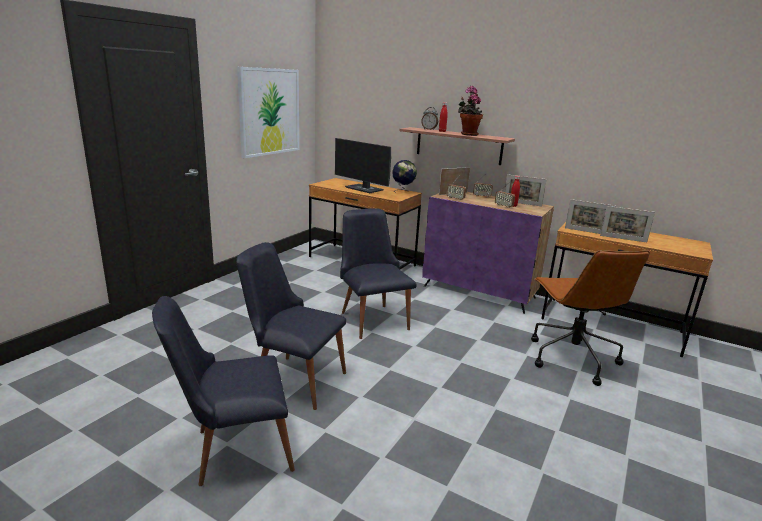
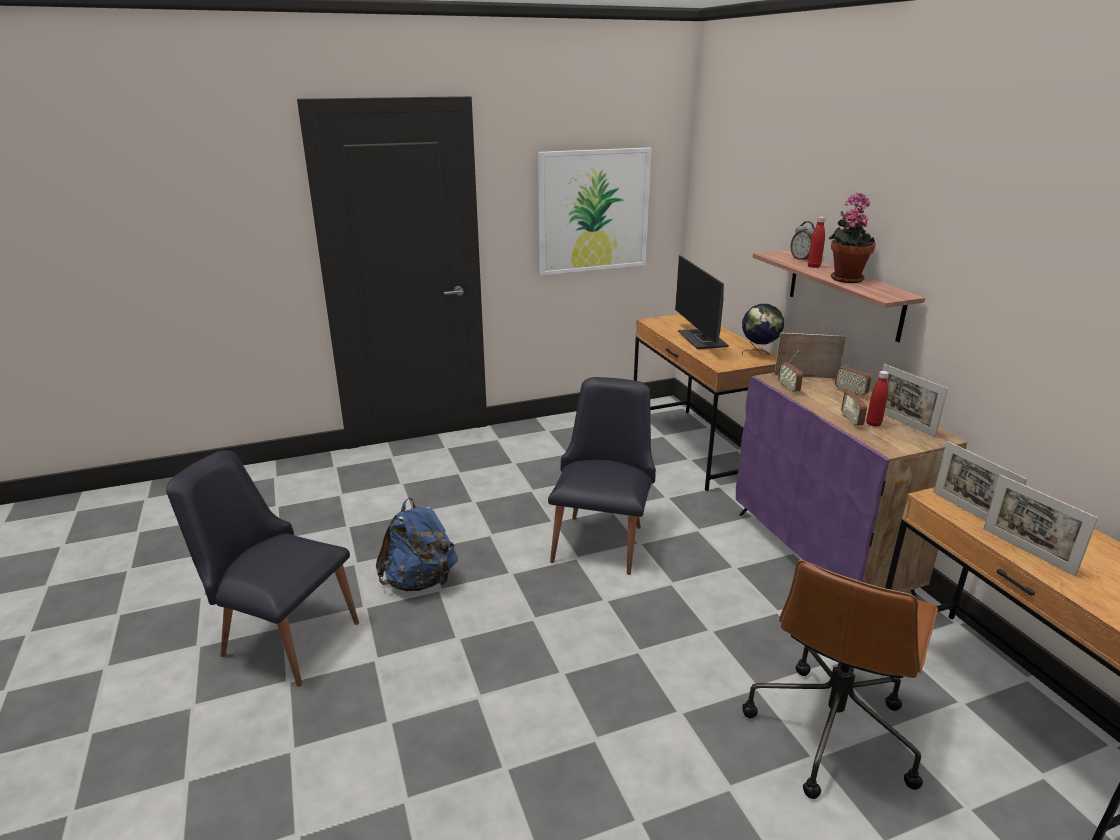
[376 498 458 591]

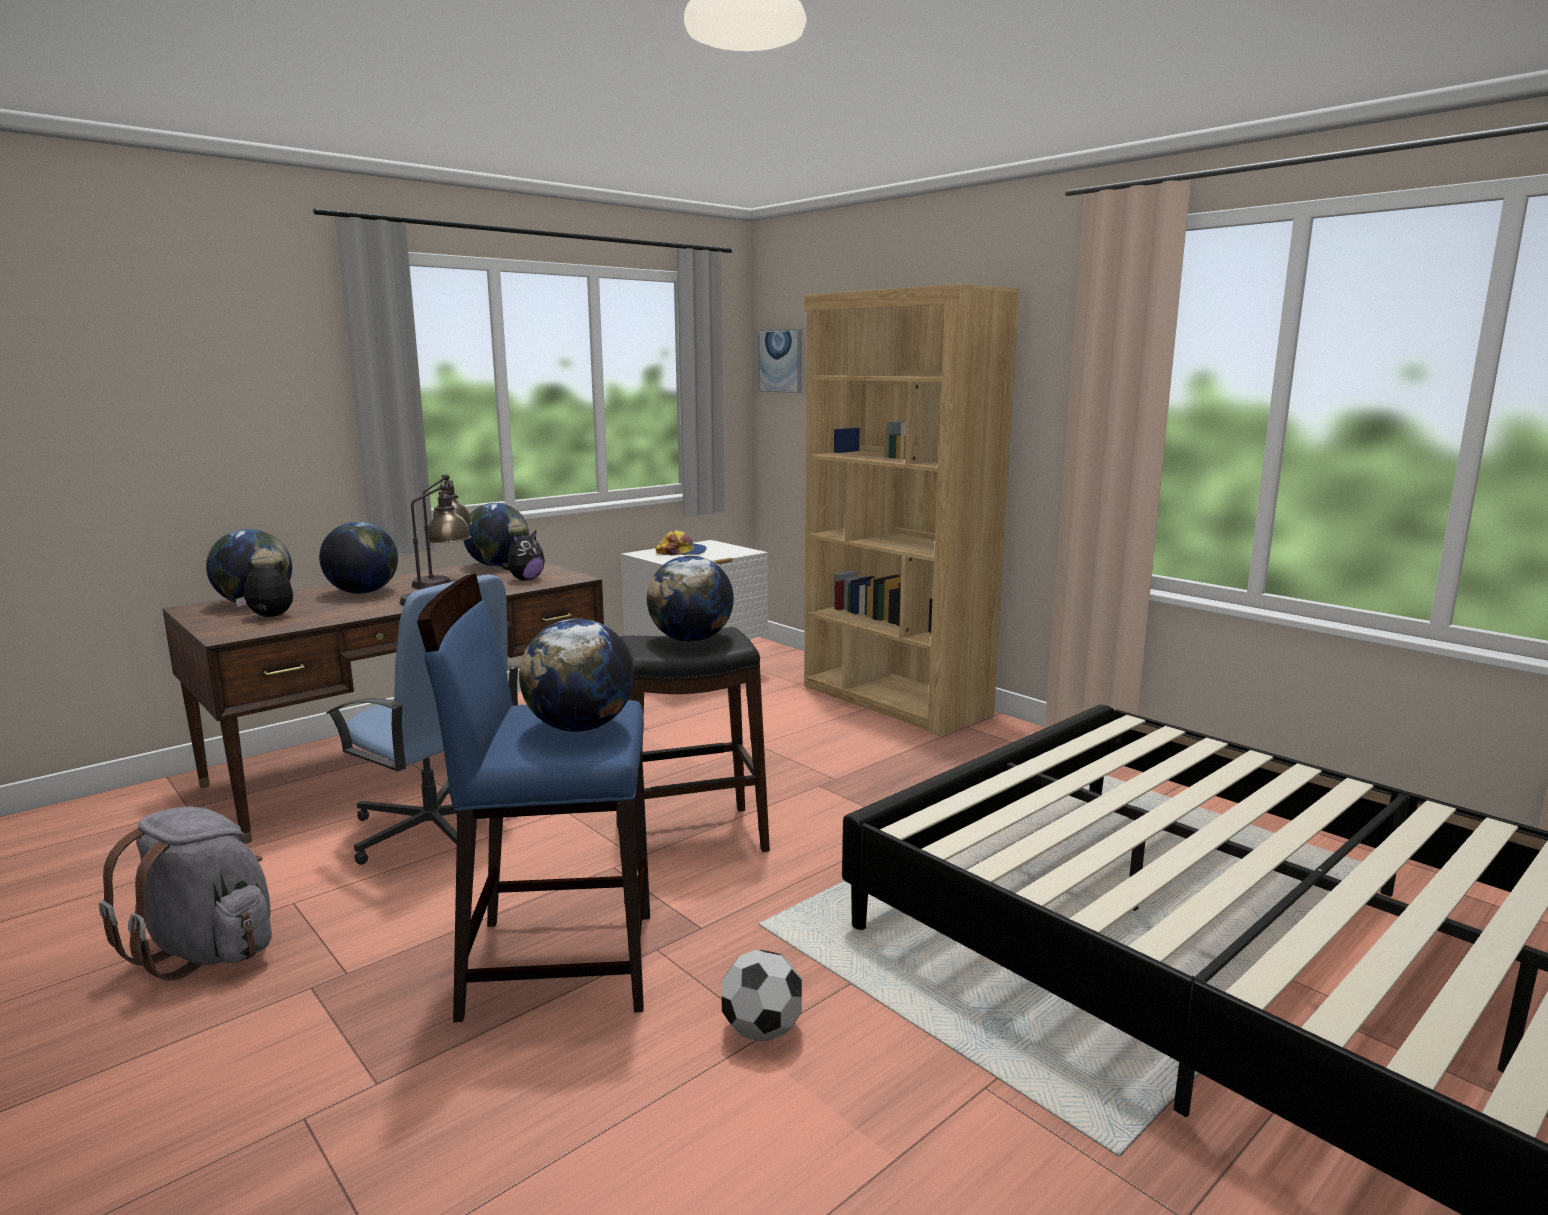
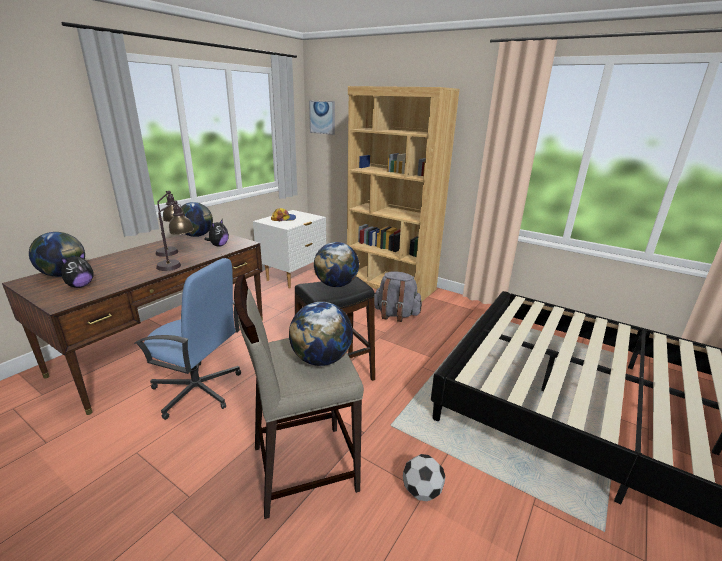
[319 522 398 594] (first image)
[61 252 93 288]
[234 274 364 519]
[374 272 422 322]

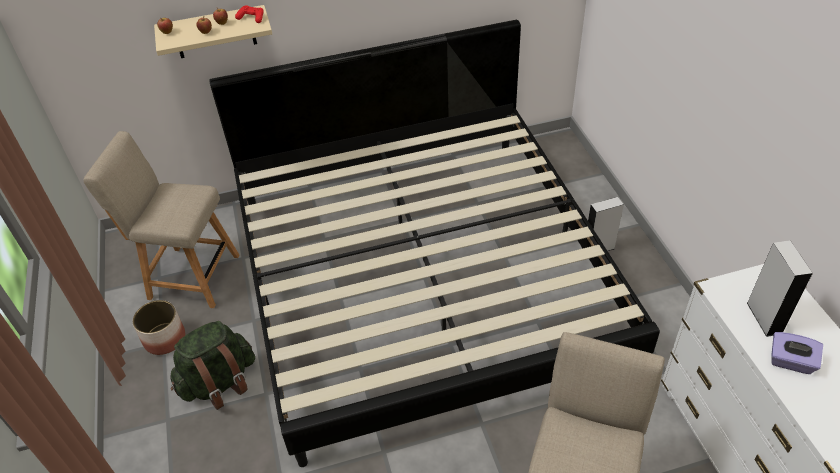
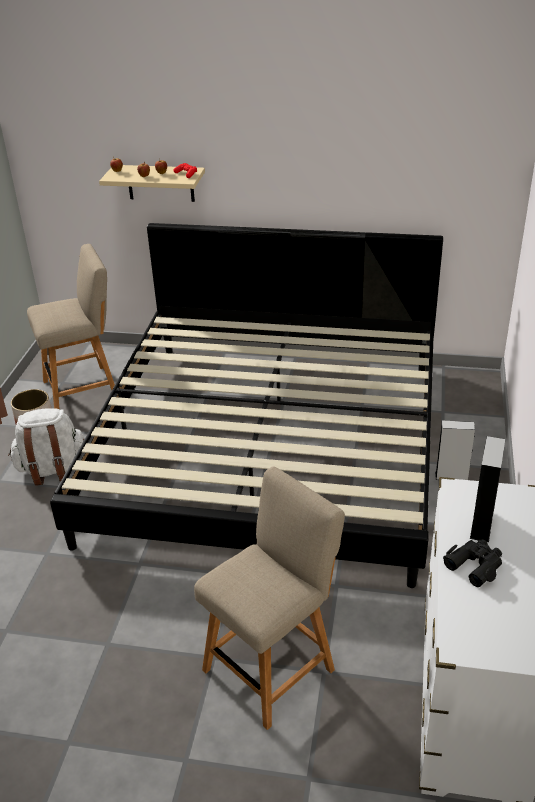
[27 244 115 410]
[8 408 85 486]
[443 539 502 587]

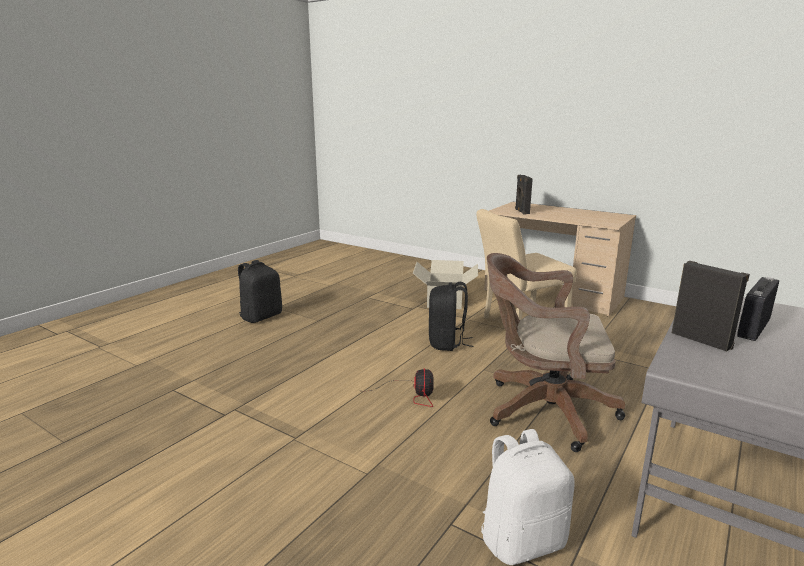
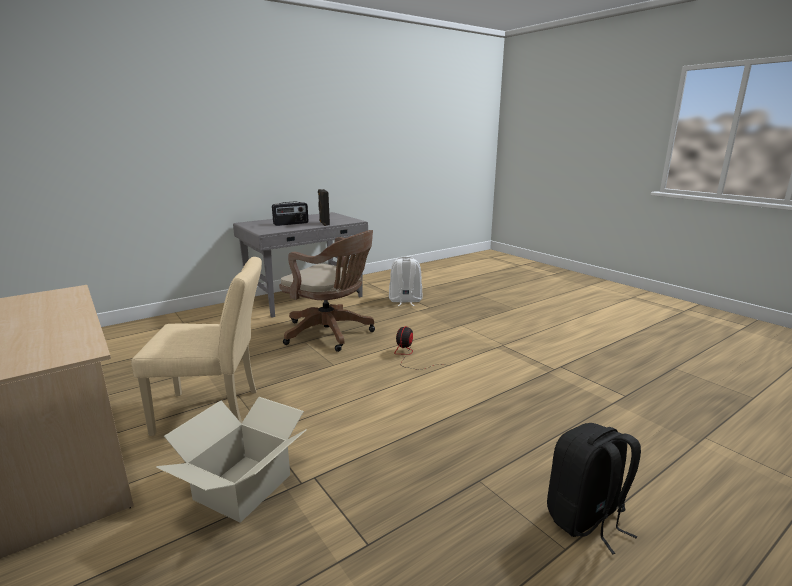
[515 175 533 215] (first image)
[429 282 473 351] (first image)

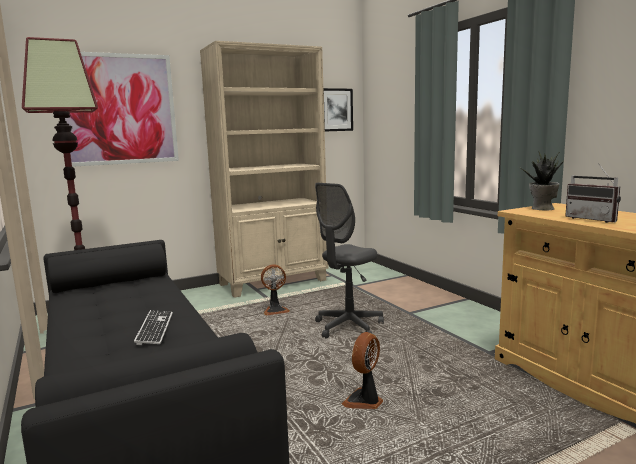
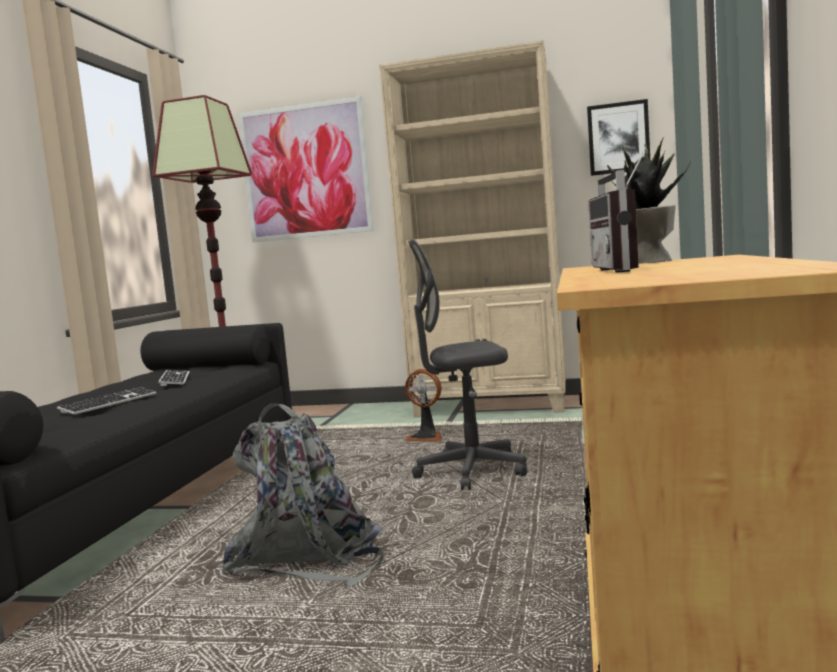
[221 403 384 587]
[158 370 189 386]

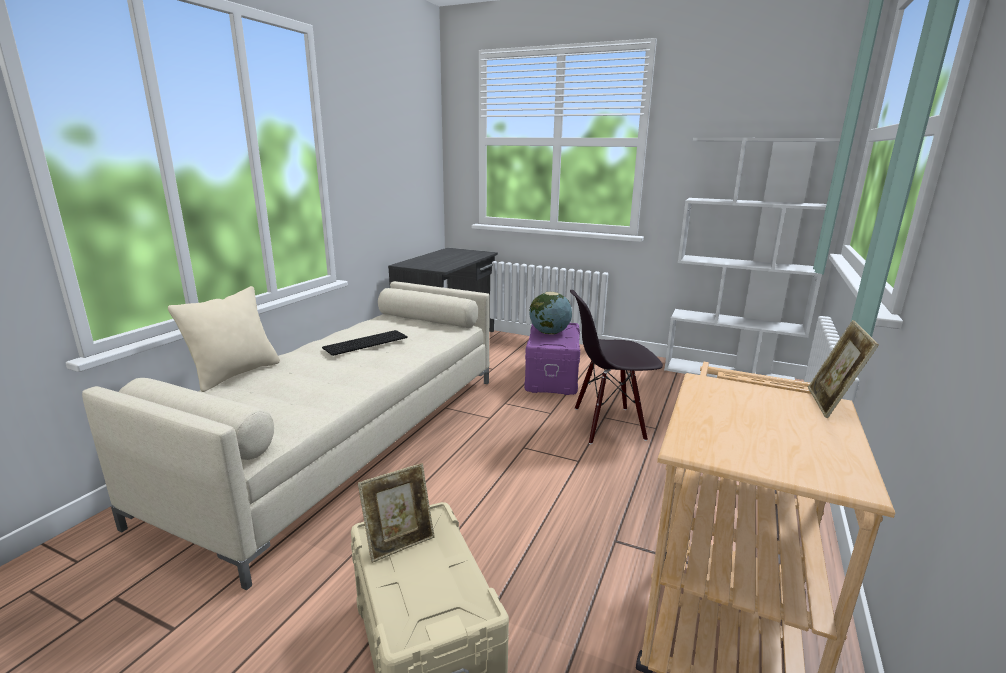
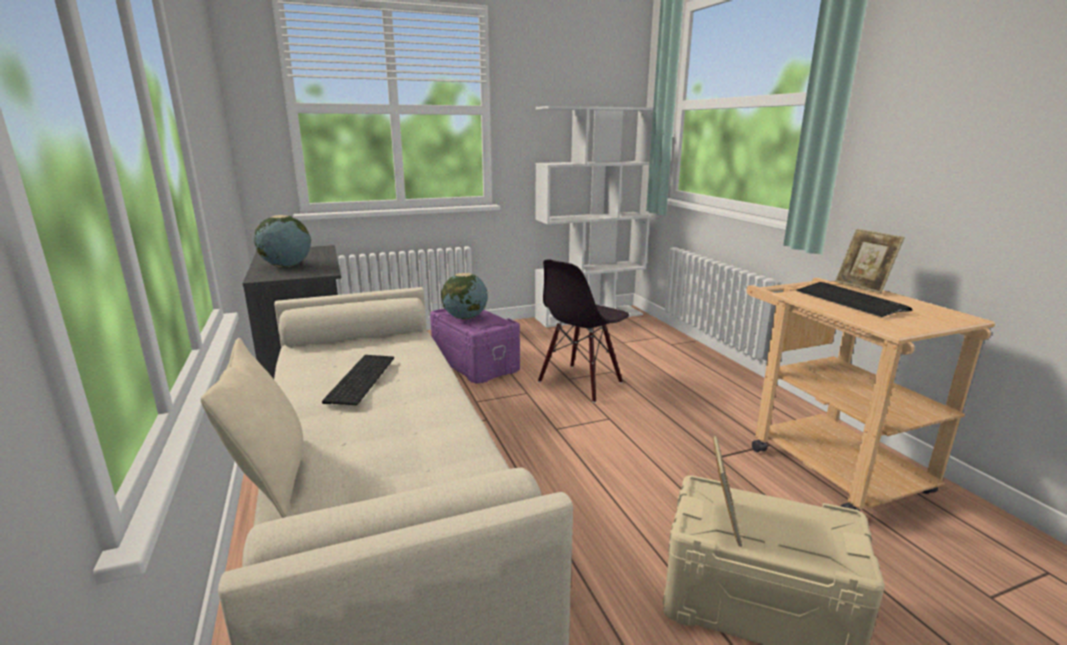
[254 215 311 267]
[796 282 912 317]

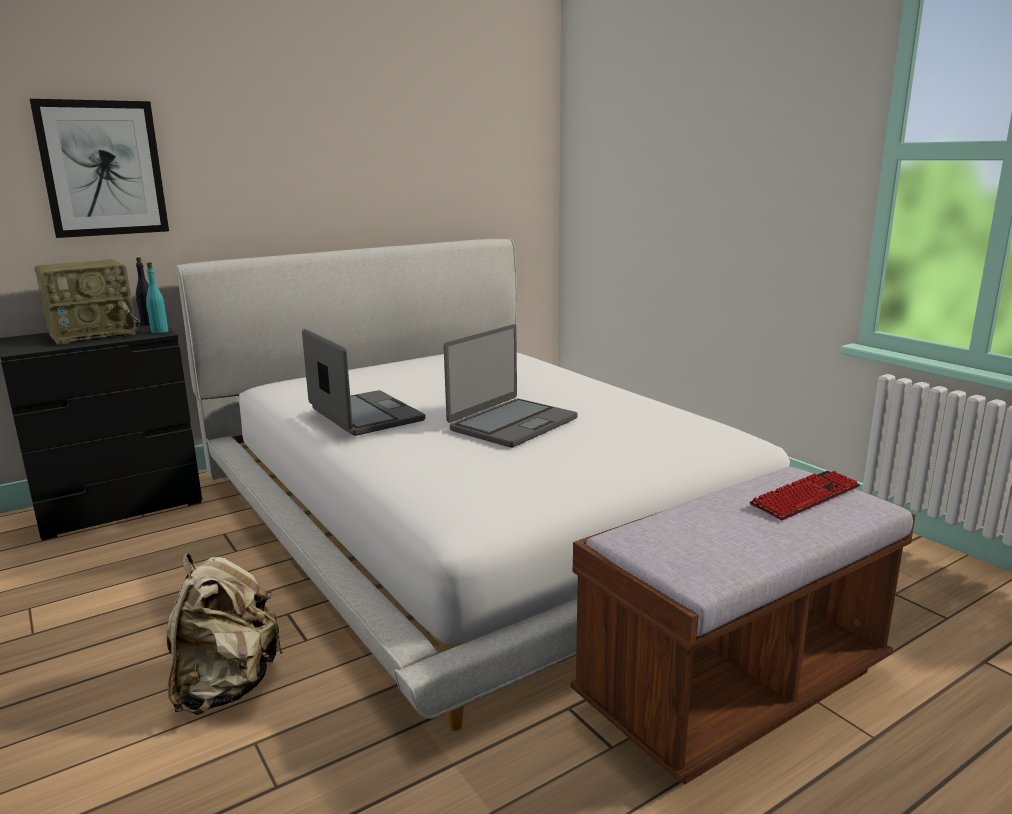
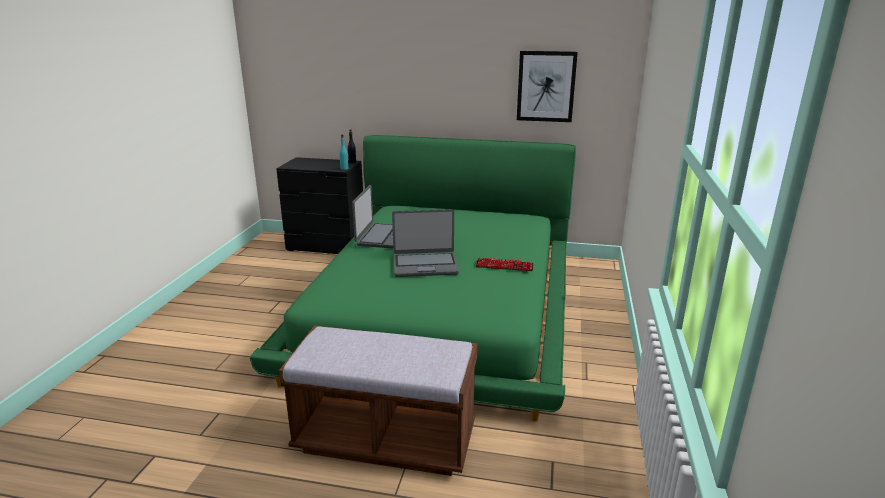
[517 51 578 122]
[250 135 576 422]
[35 259 140 345] (first image)
[476 258 533 271]
[166 553 283 715] (first image)

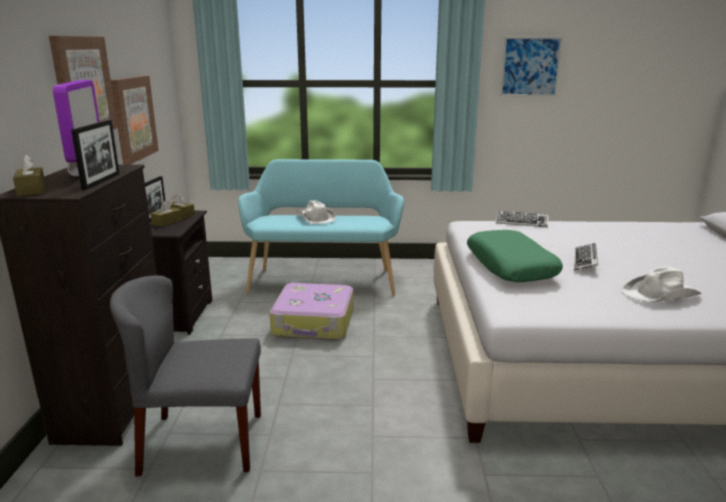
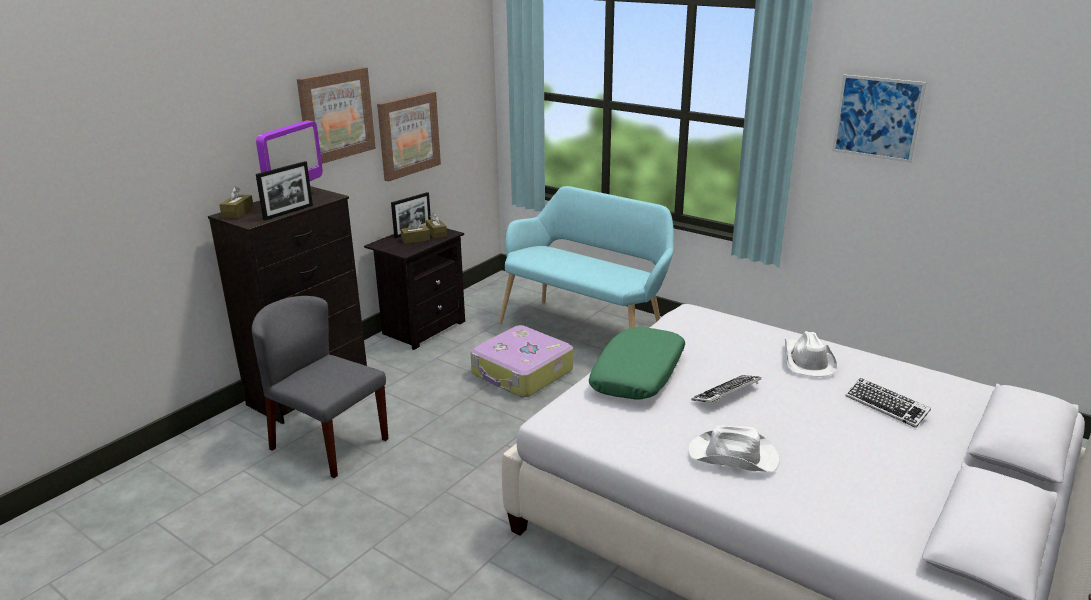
[785 331 837 377]
[846 378 931 428]

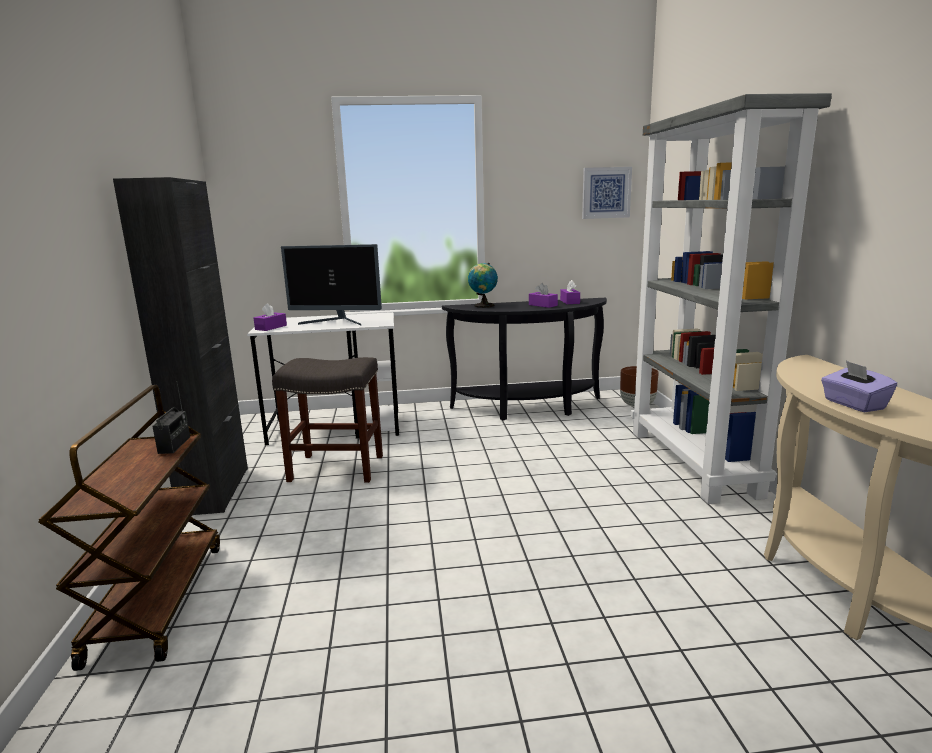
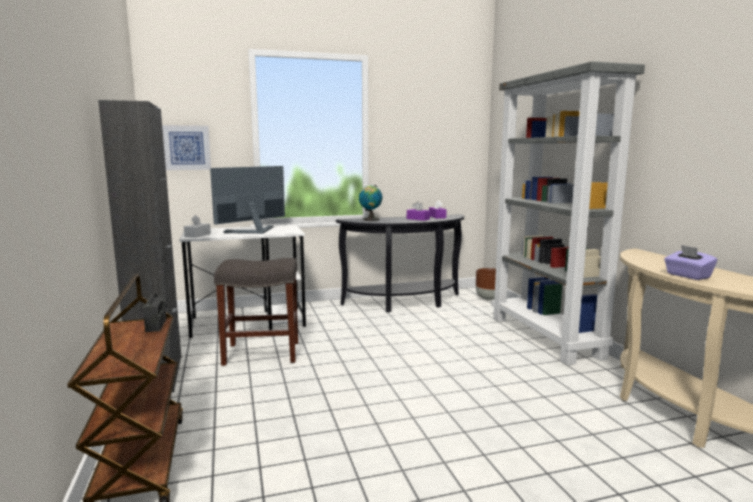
[162 125 211 170]
[210 166 285 234]
[184 215 211 238]

